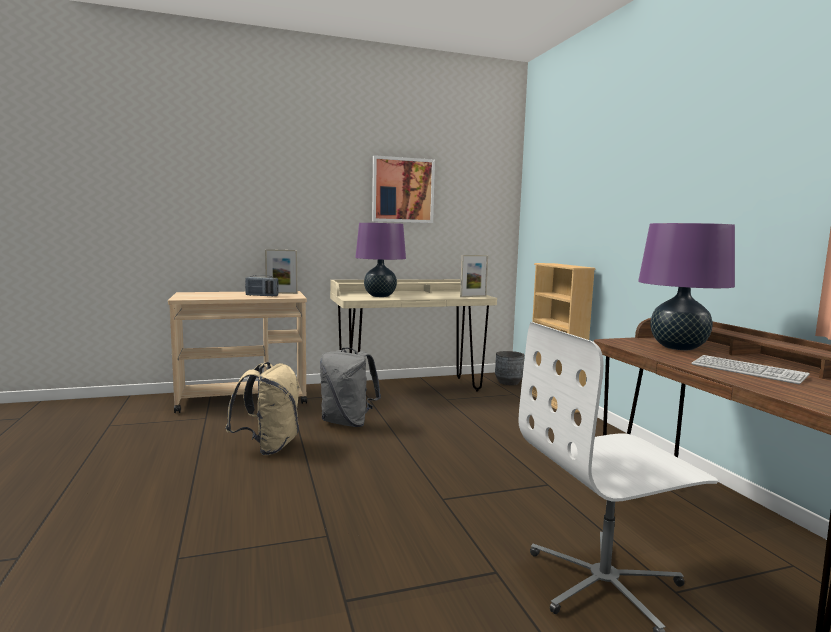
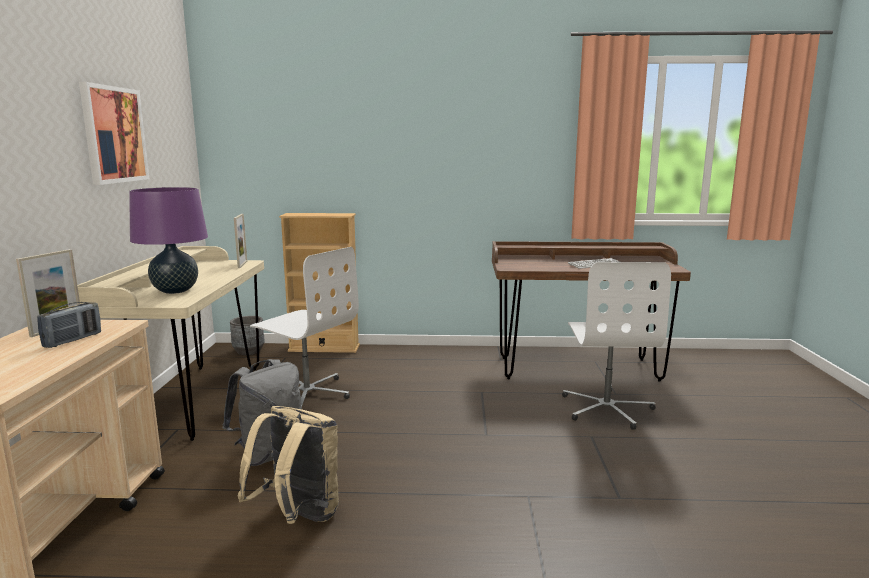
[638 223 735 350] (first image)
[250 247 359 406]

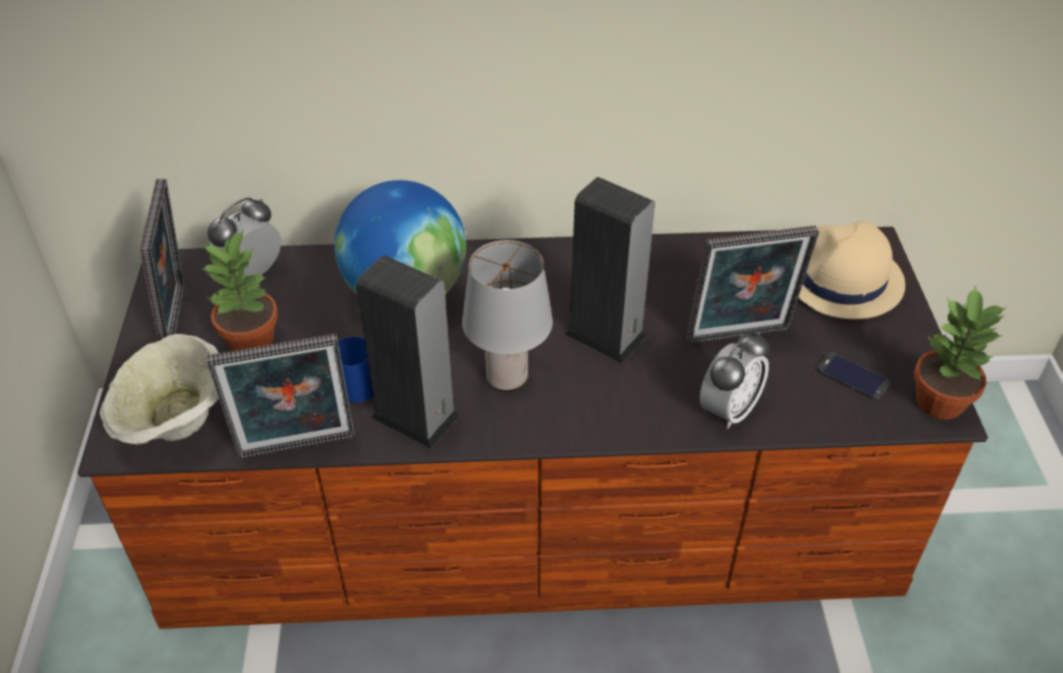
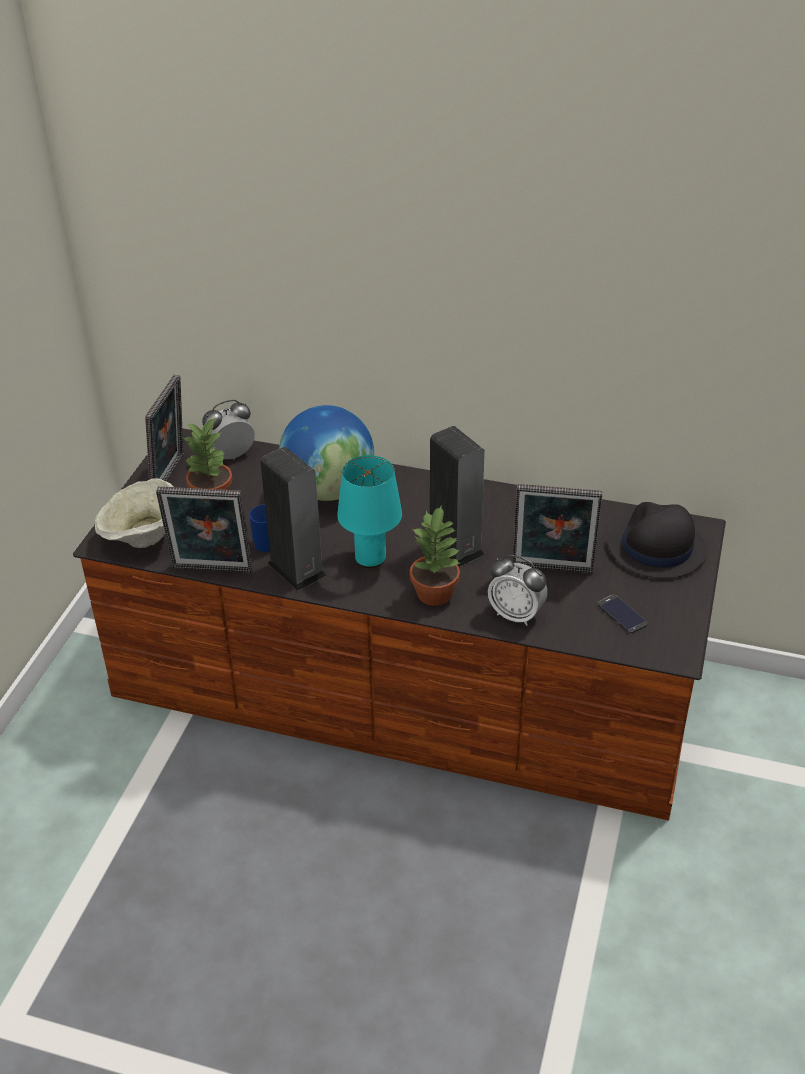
[607 502 707 578]
[337 455 402 568]
[410 505 460 606]
[488 555 548 626]

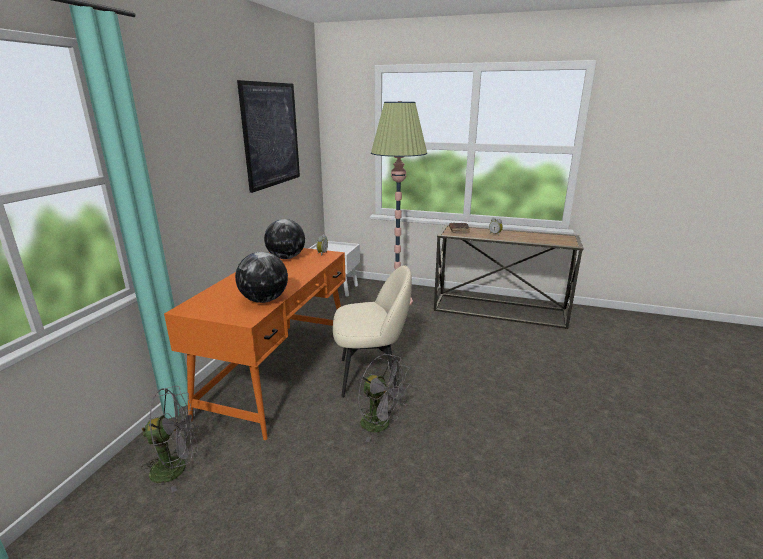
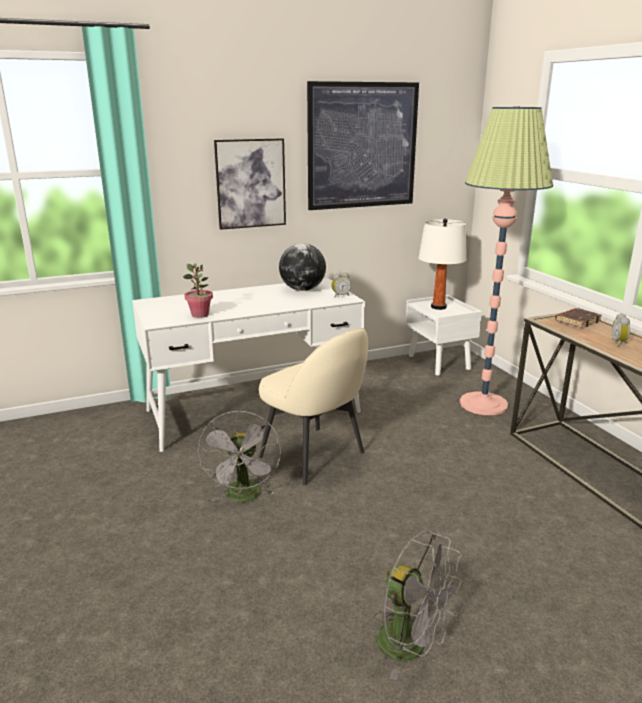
[132 278 365 452]
[183 263 213 318]
[374 531 464 680]
[214 138 286 230]
[418 218 467 310]

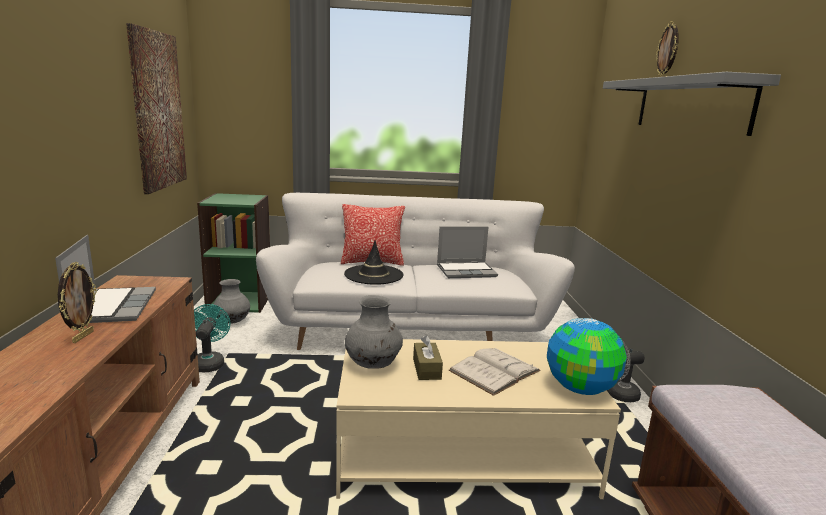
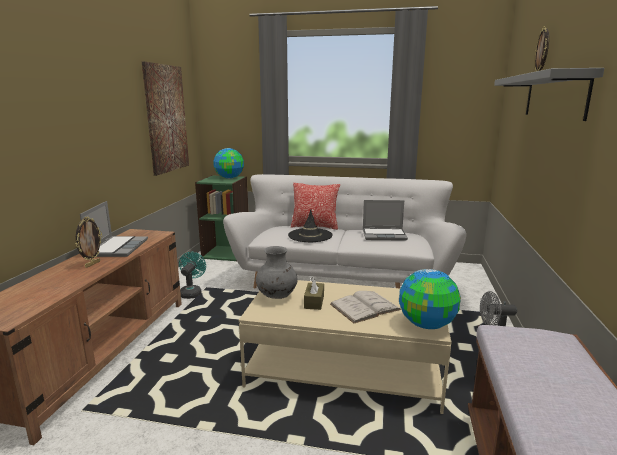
[213 279 250 324] (first image)
[213 148 244 179]

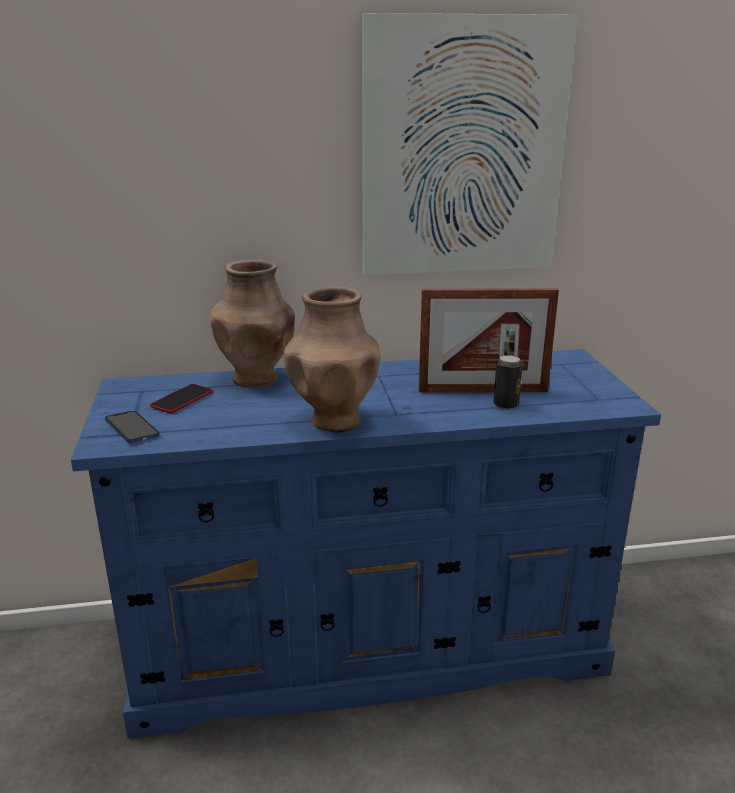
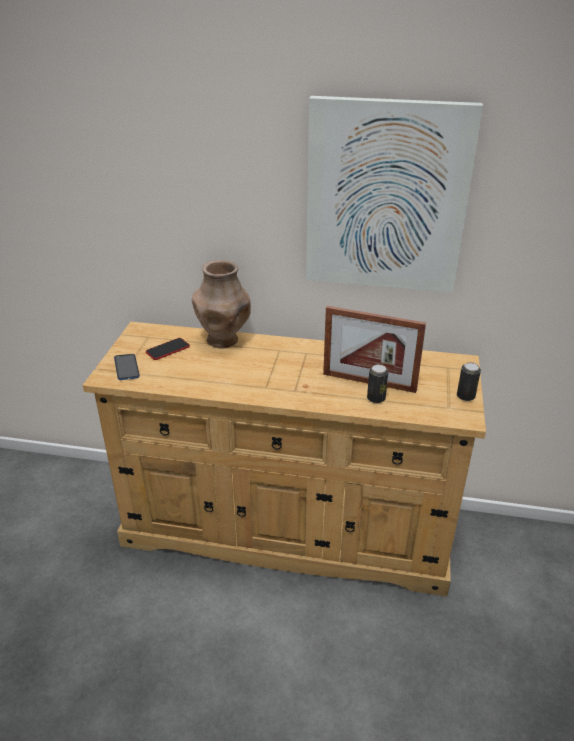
[284 286 381 432] (first image)
[83 322 486 596]
[457 362 481 401]

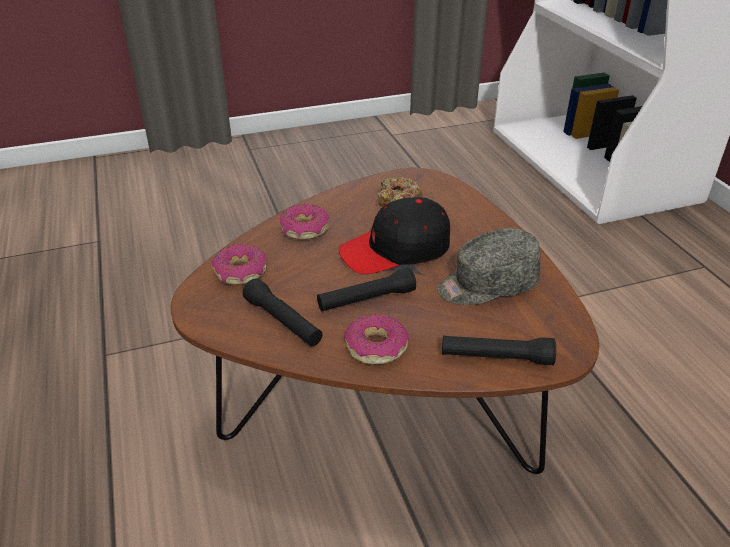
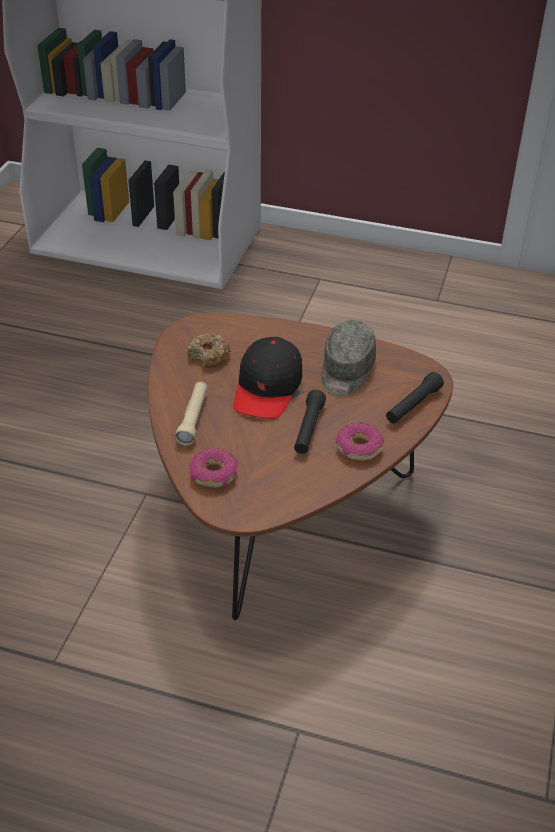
[175 382 208 445]
[242 279 322 346] (first image)

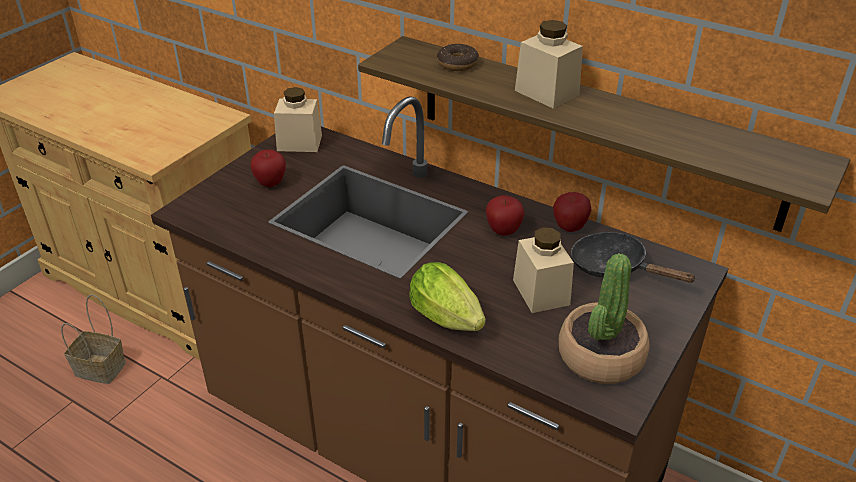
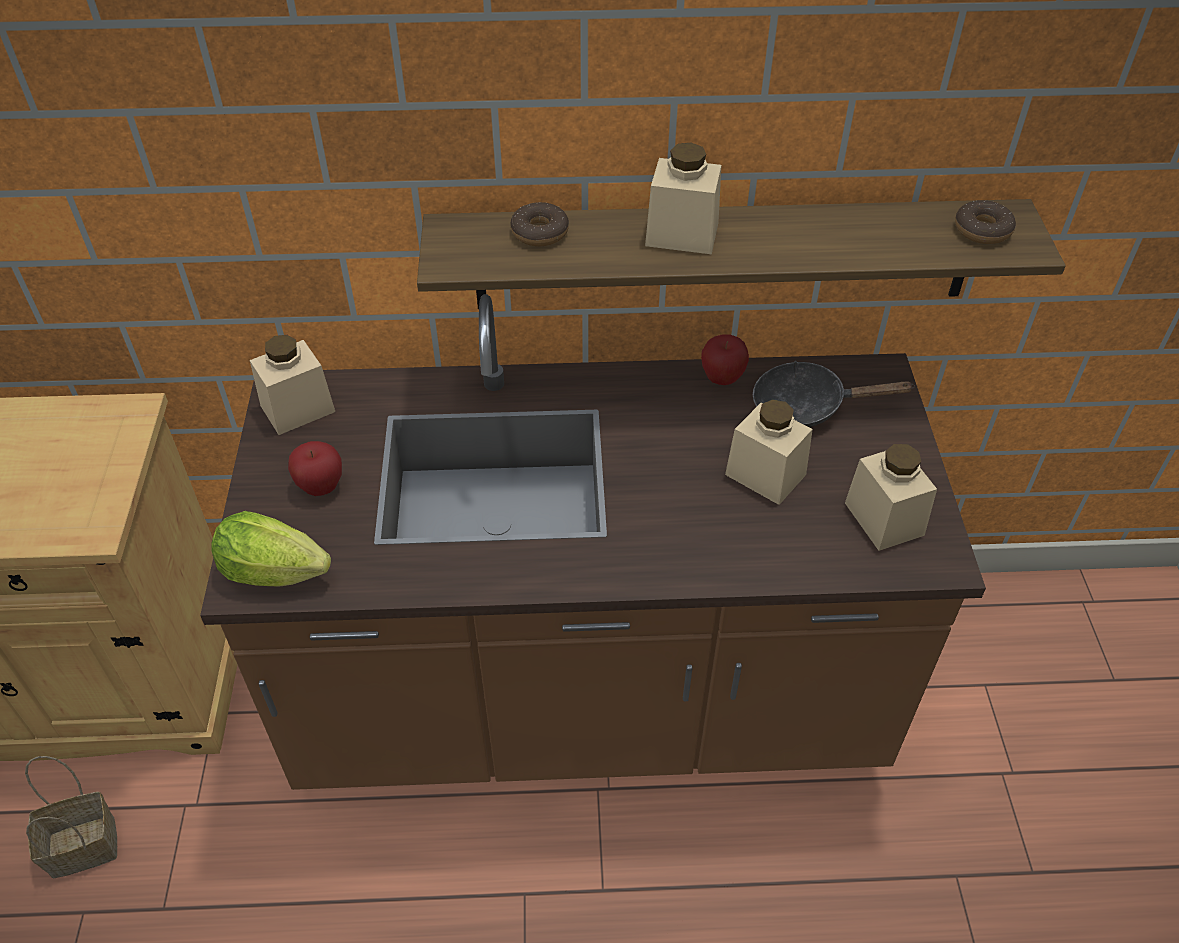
[485 195 525 236] (first image)
[845 444 937 551]
[211 511 331 587]
[955 200 1016 244]

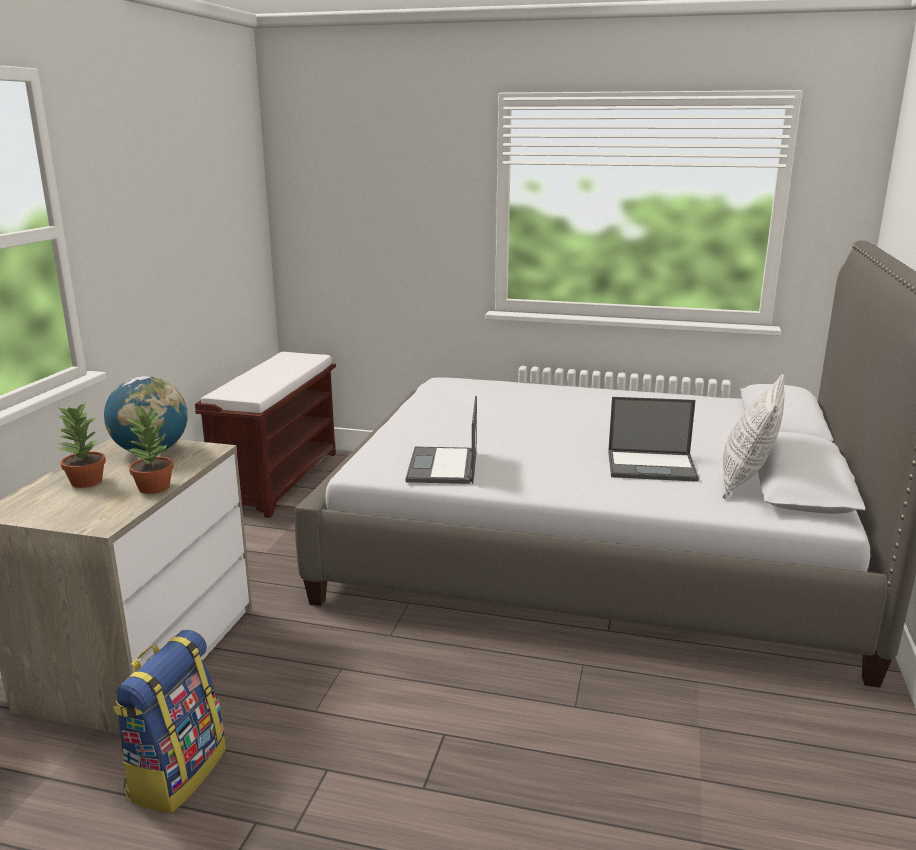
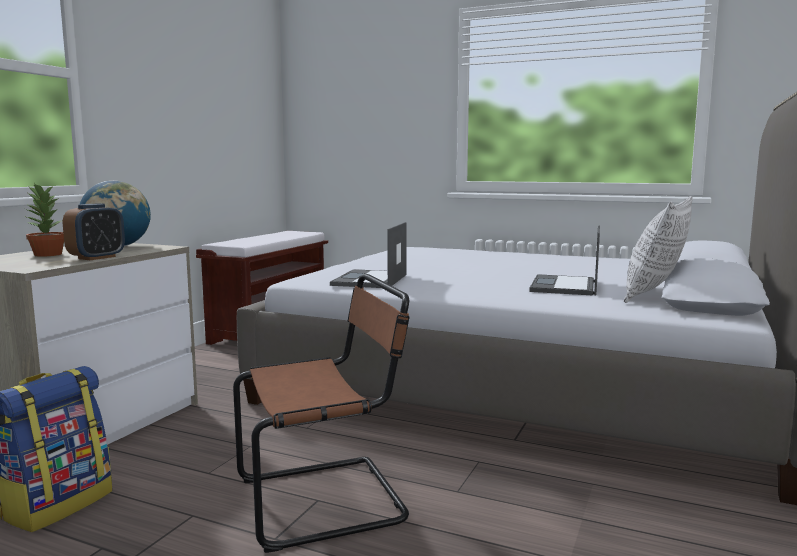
[529 225 600 296]
[63 203 125 260]
[233 274 410 553]

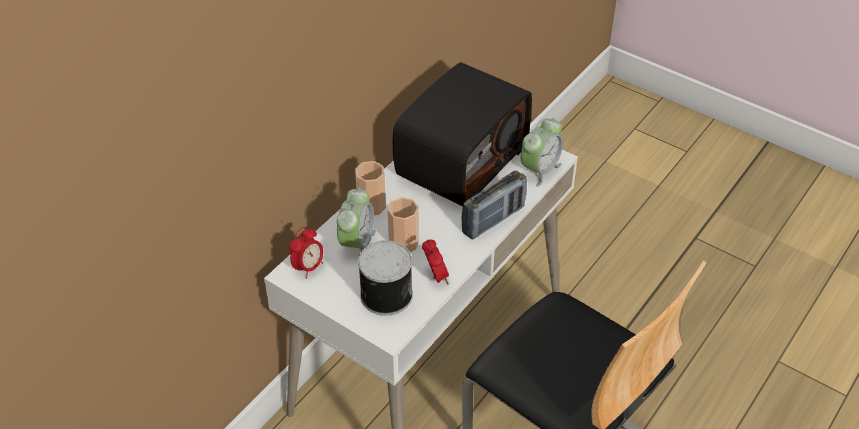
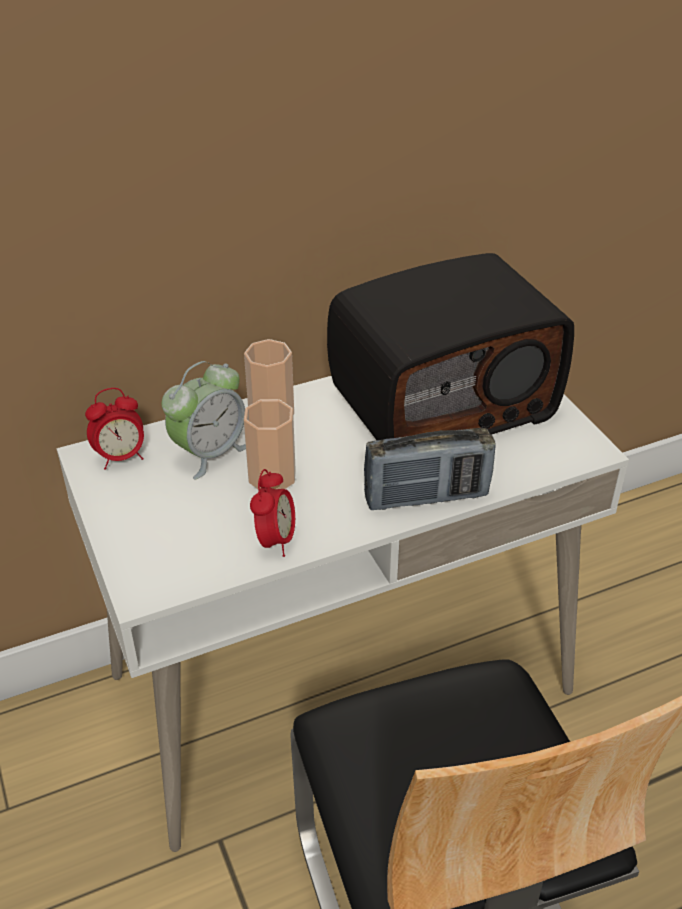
[521 118 563 187] (first image)
[358 240 413 316] (first image)

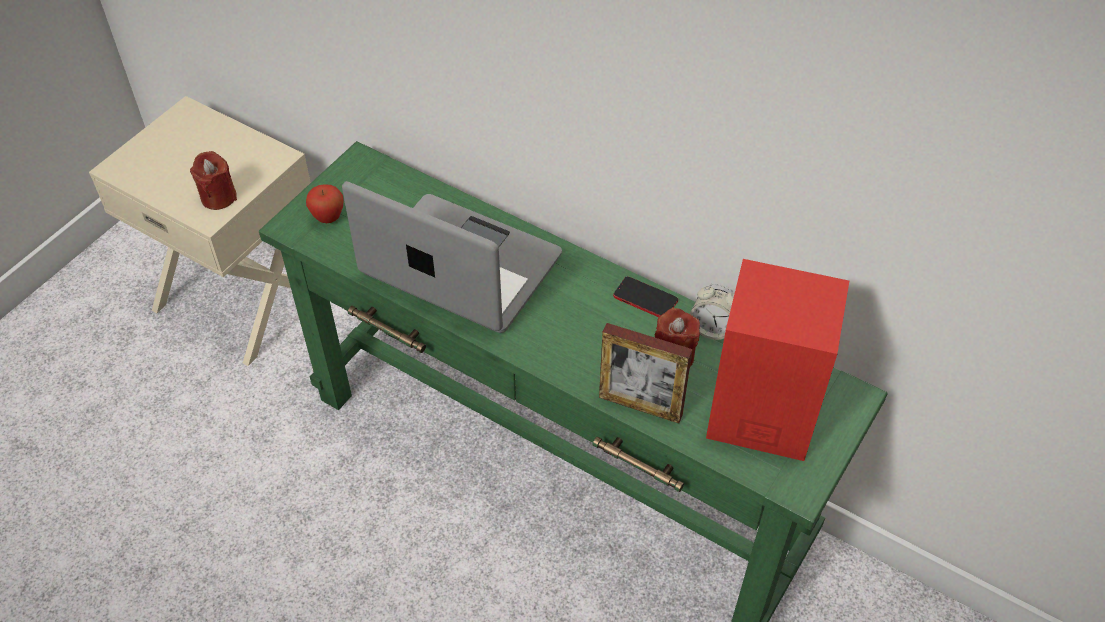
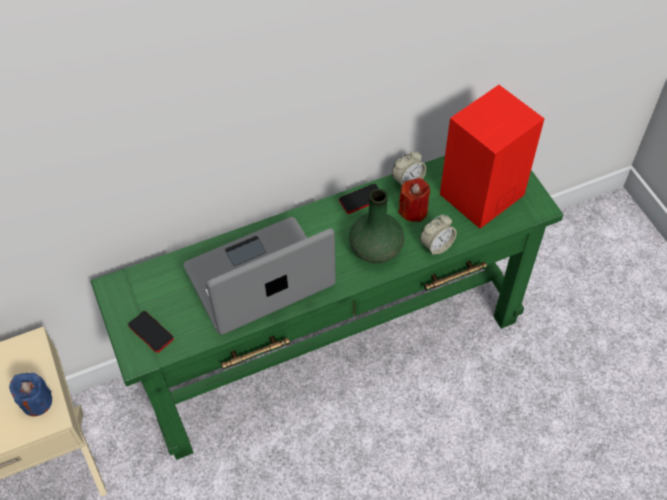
[9 373 52 416]
[128 311 174 353]
[420 214 457 256]
[349 189 404 263]

